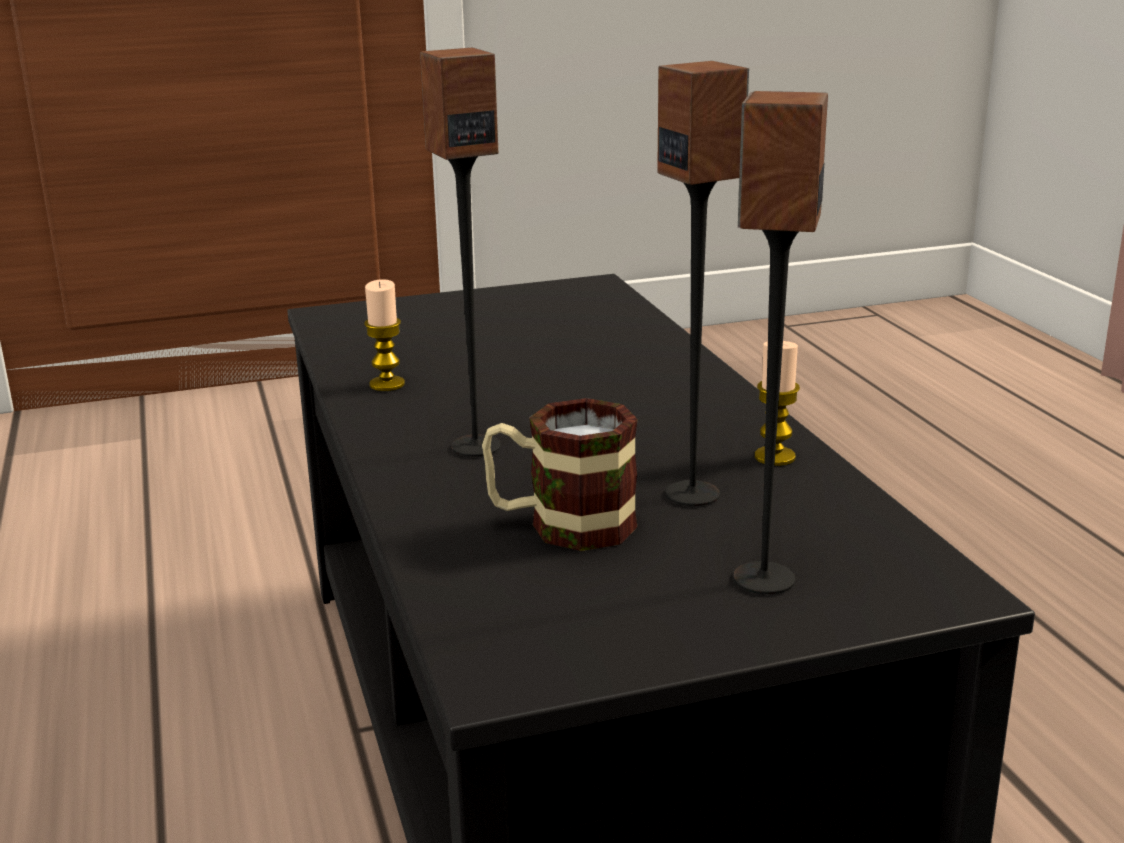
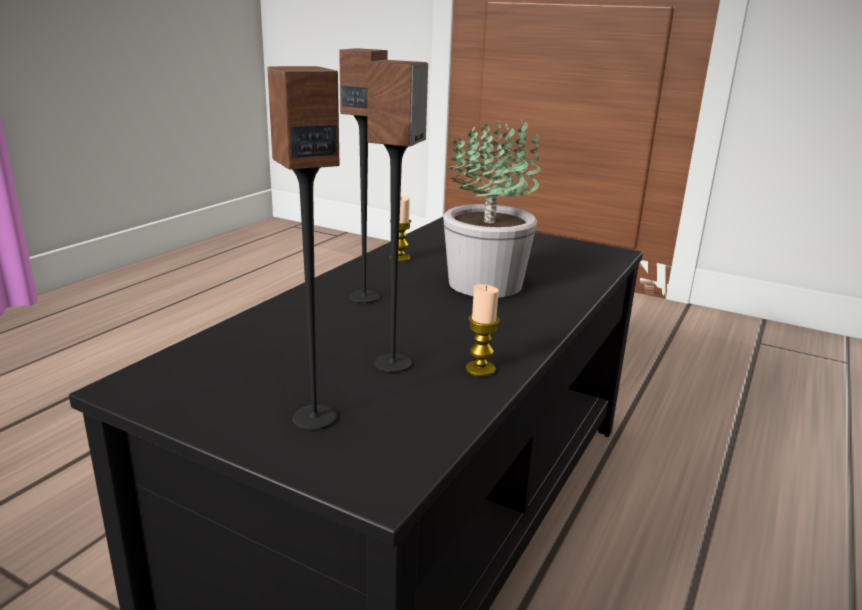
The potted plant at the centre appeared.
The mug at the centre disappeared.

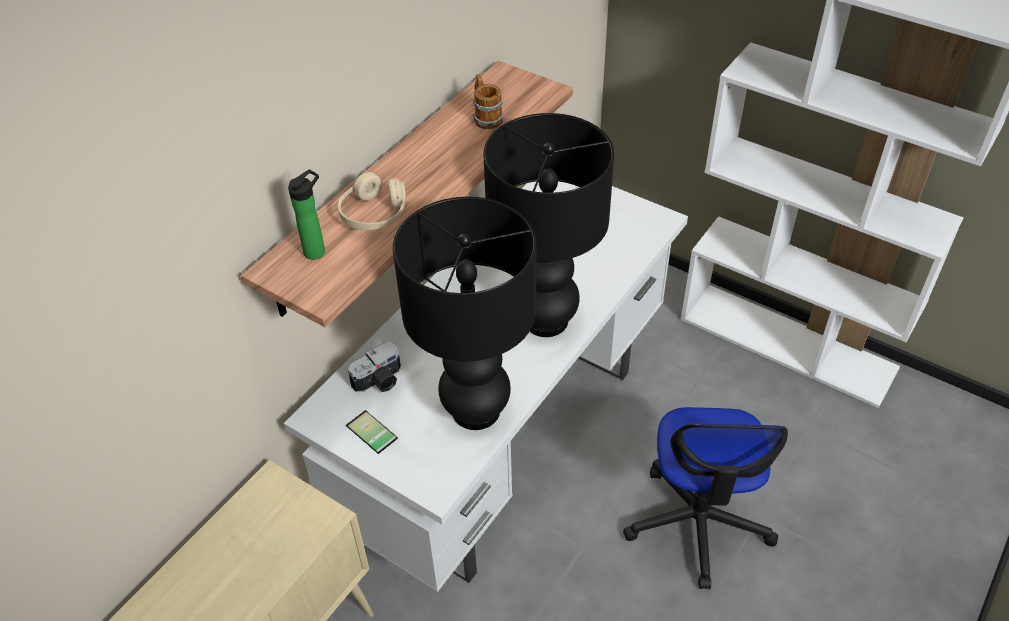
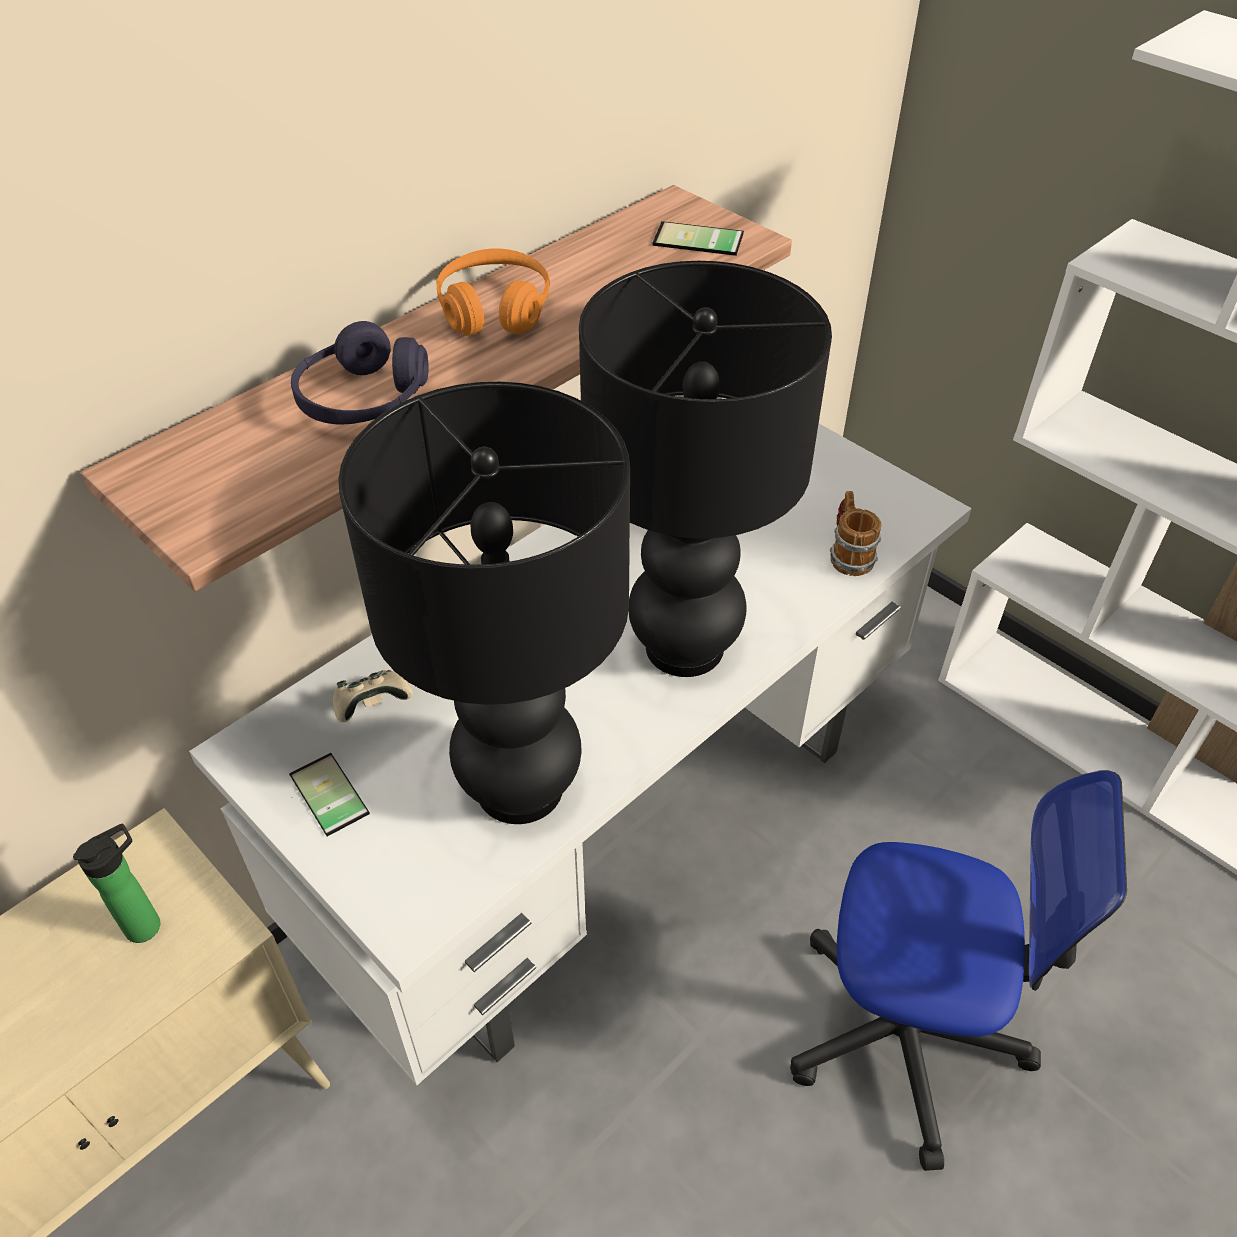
The bottle moved from the middle left to the bottom left.
The headphones/beige at the top centre became the headphones/purple at the top left.
The photo camera at the centre was replaced by the game controller/beige at the middle left.
The headphones/orange at the top centre appeared.
The phone (2nd from left) at the top centre appeared.
The office chair at the bottom right turned 90 degrees counterclockwise.
The mug moved from the top centre to the middle right.

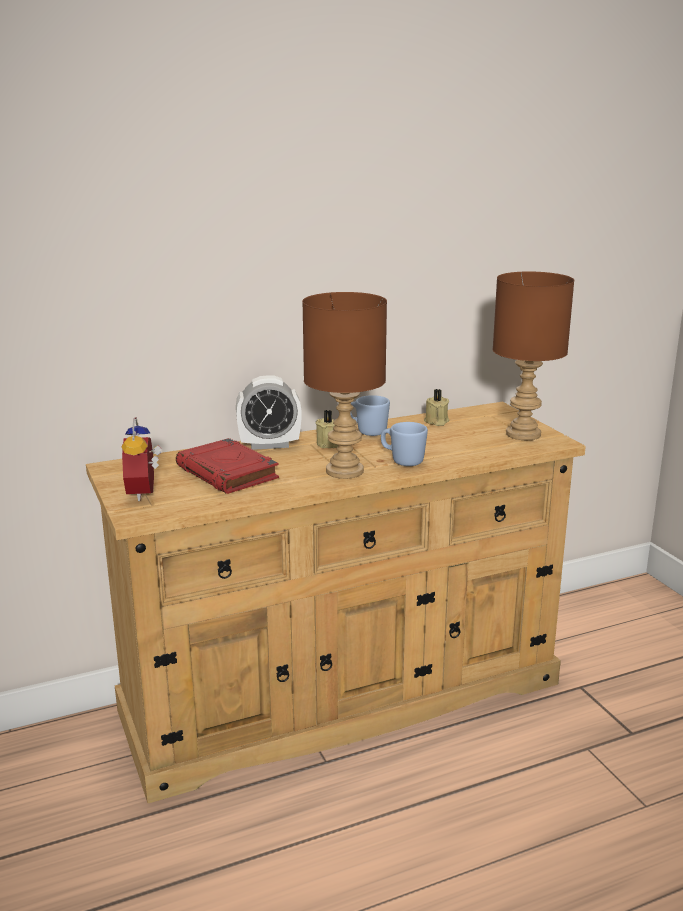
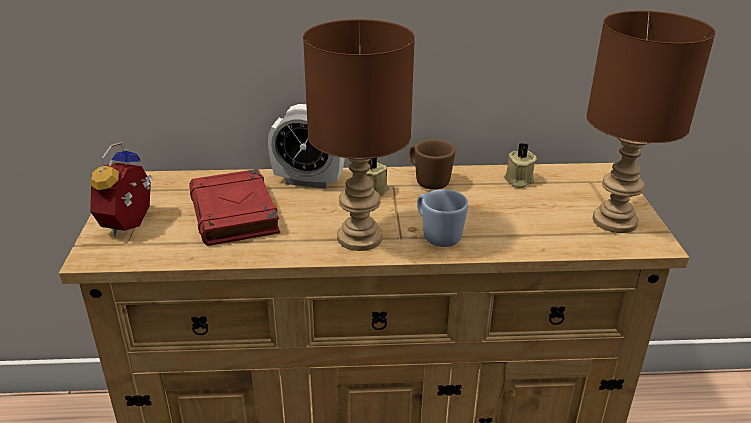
The mug/blue (1st from left) at the centre became the mug/brown at the centre.

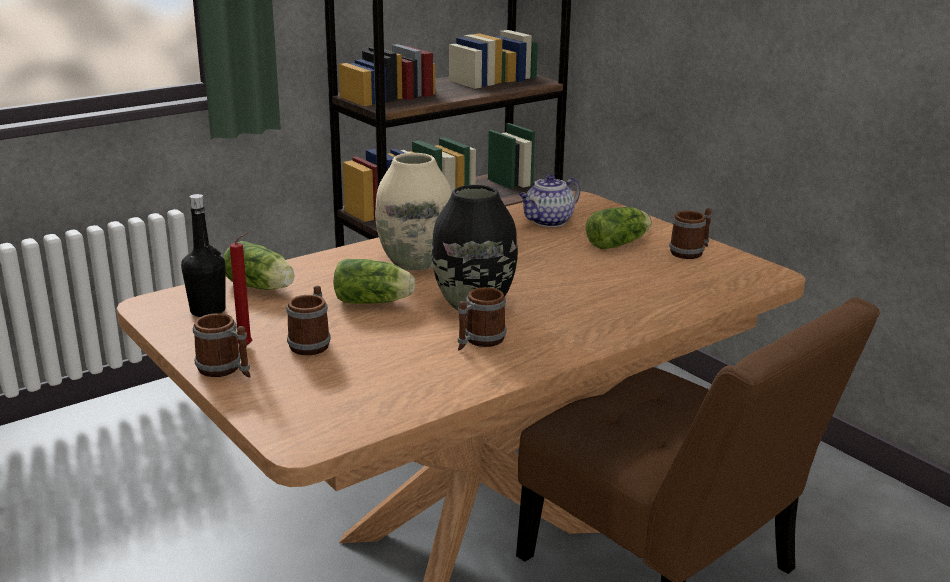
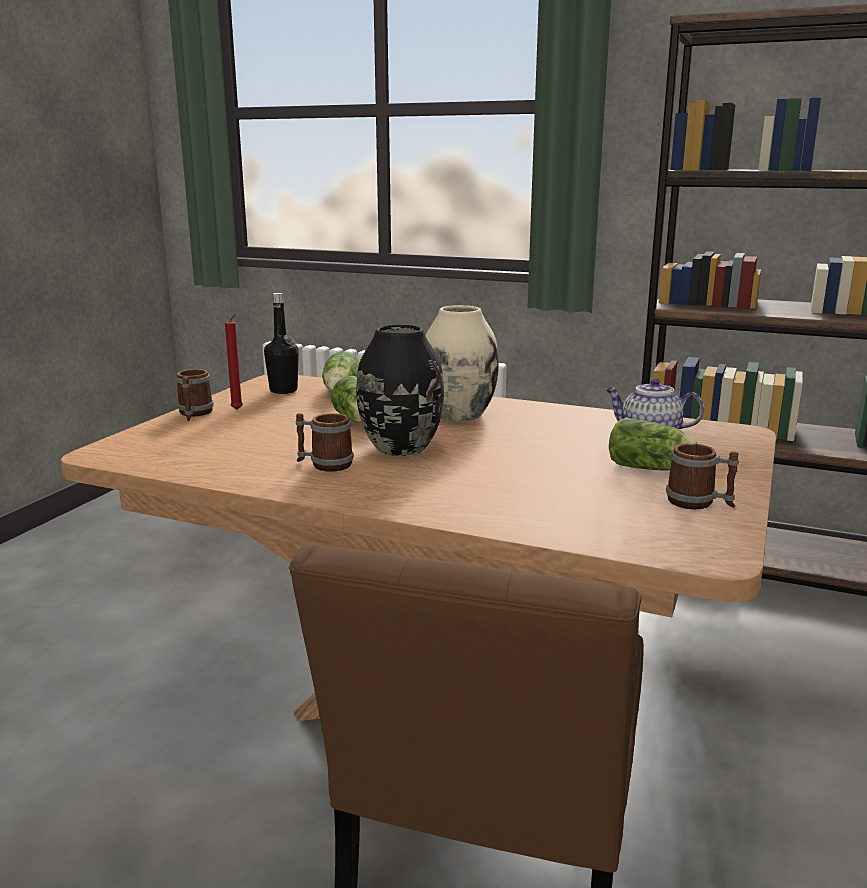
The mug (2nd from left) at the middle left disappeared.

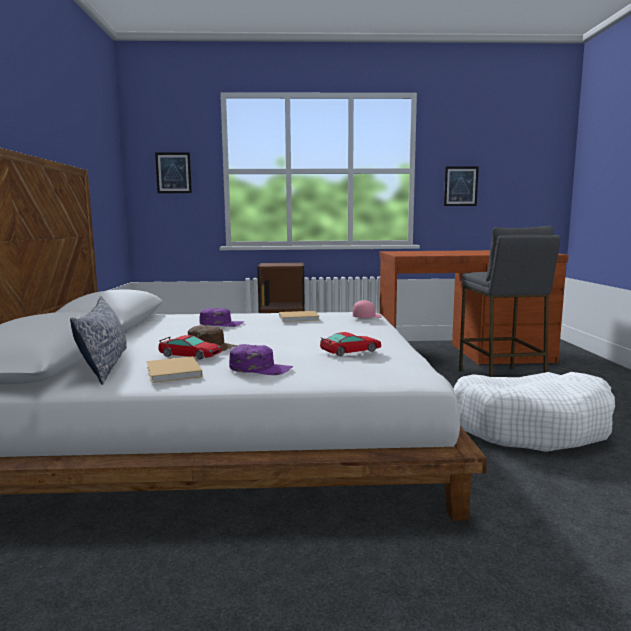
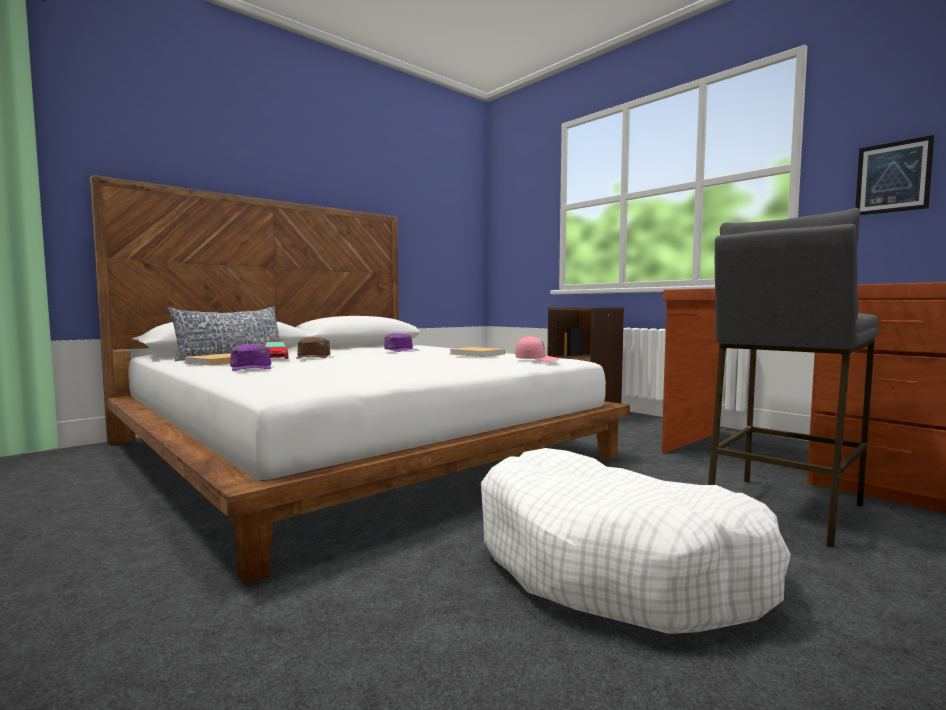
The picture (1st from left) at the top left disappeared.
The toy car (2nd from left) at the centre disappeared.

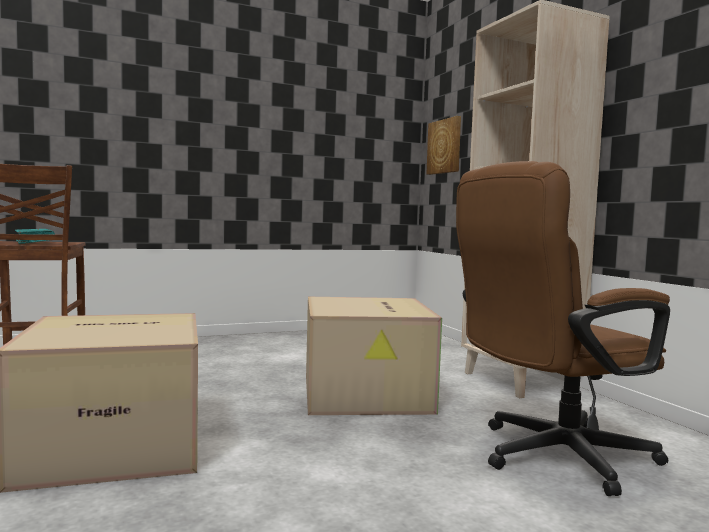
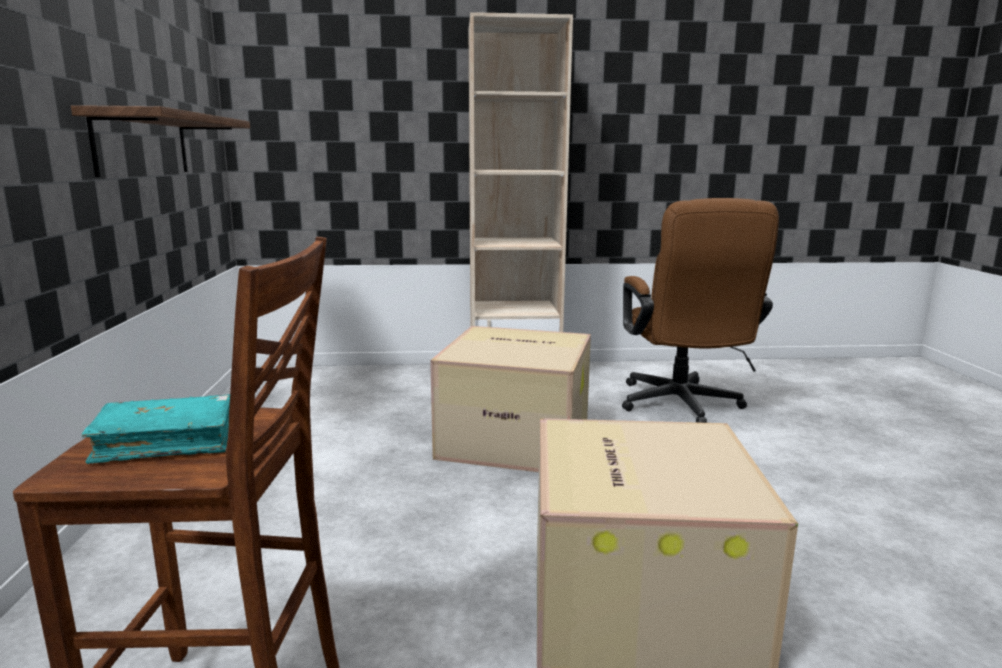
The shelf at the top left appeared.
The picture at the top centre disappeared.

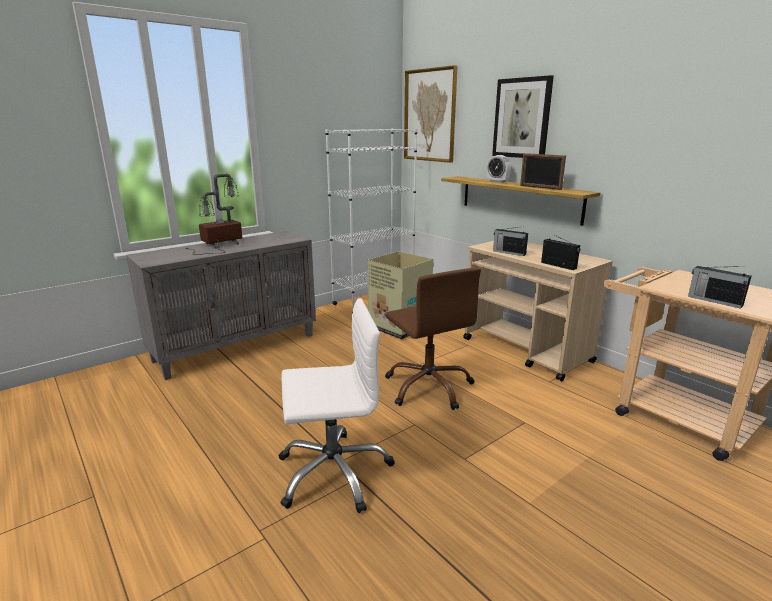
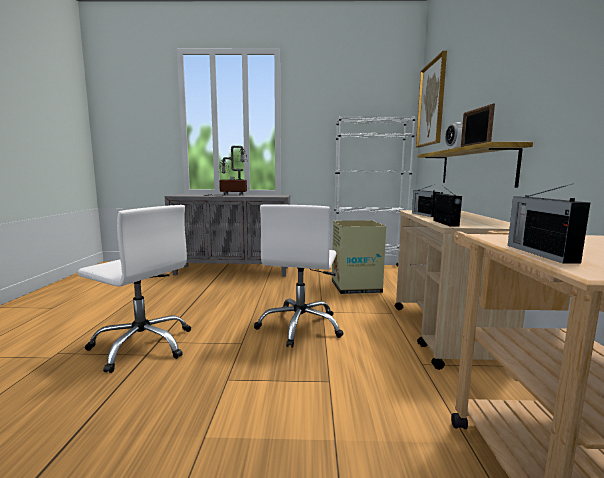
The office chair/brown at the centre became the office chair/white (2nd from left) at the centre.
The picture (2nd from left) at the top right disappeared.

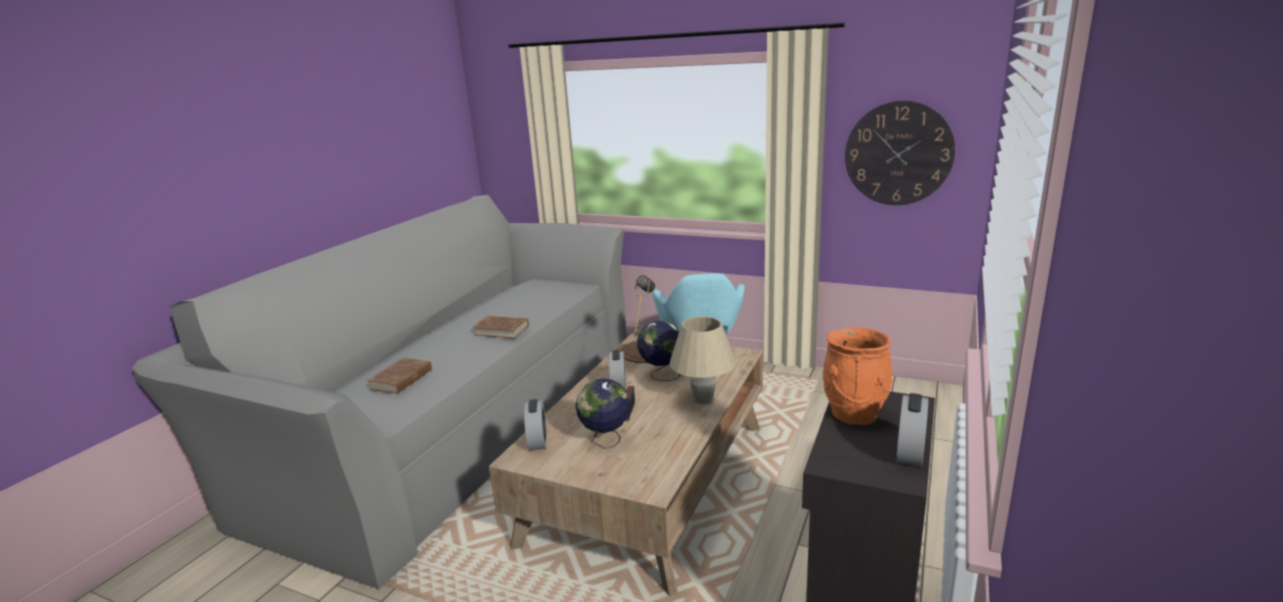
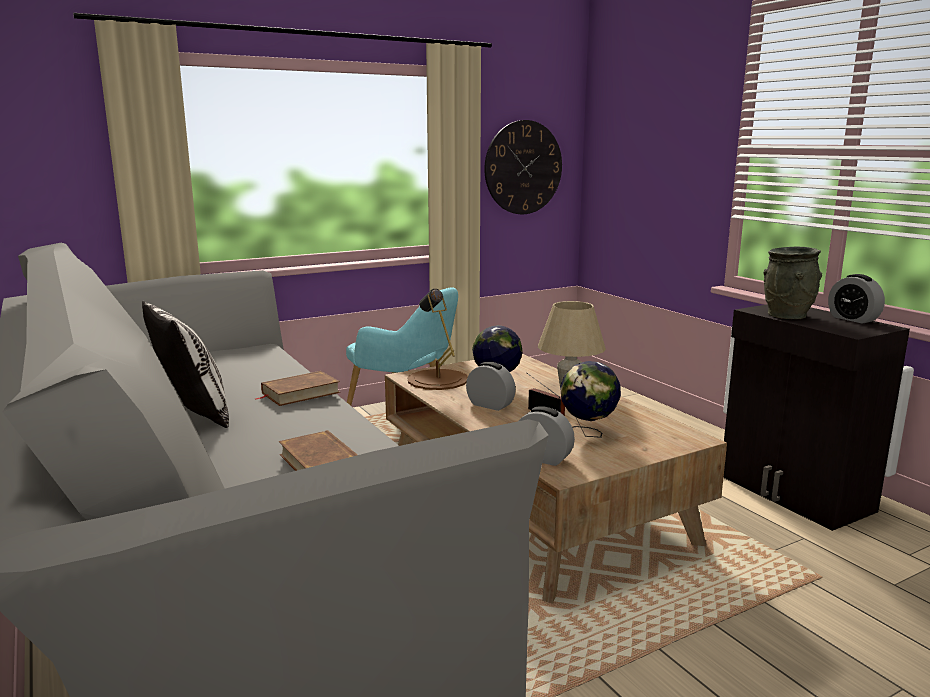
The pillow at the middle left appeared.
The vase/orange at the middle right became the vase/grey at the middle right.

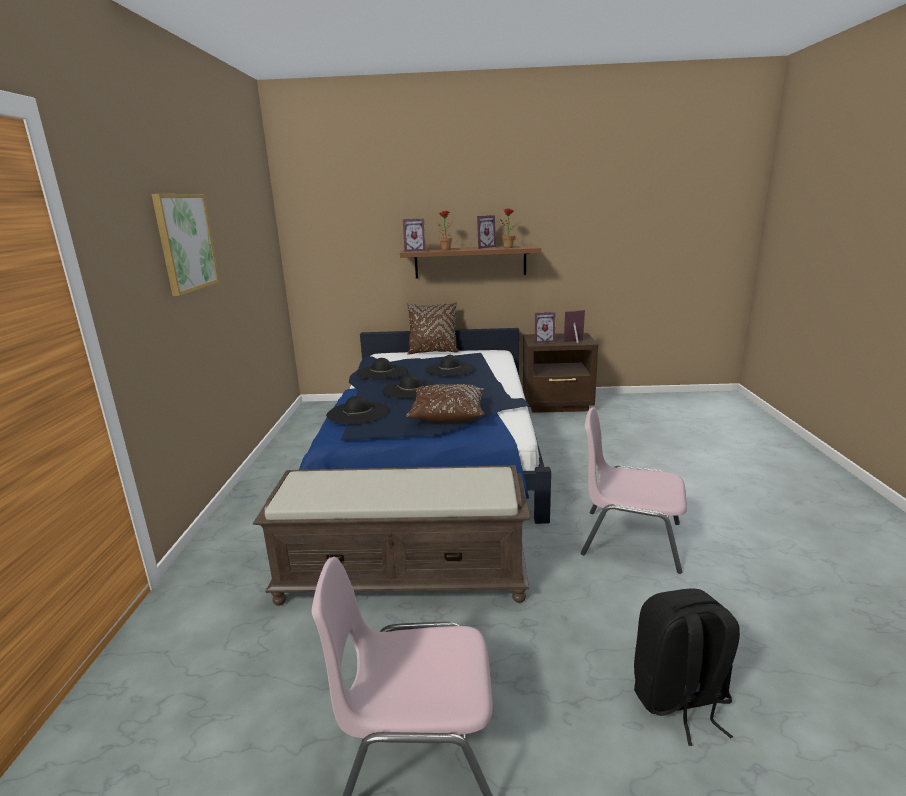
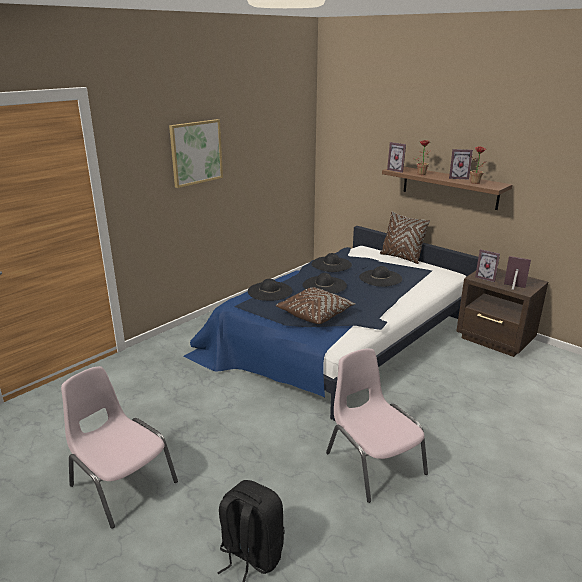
The bench/brown at the bottom centre disappeared.

